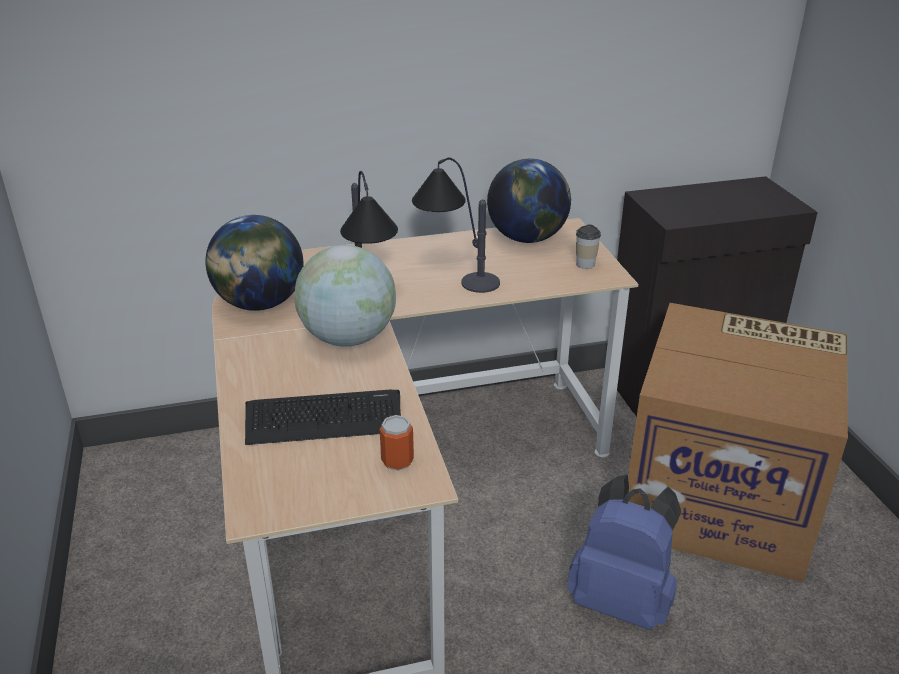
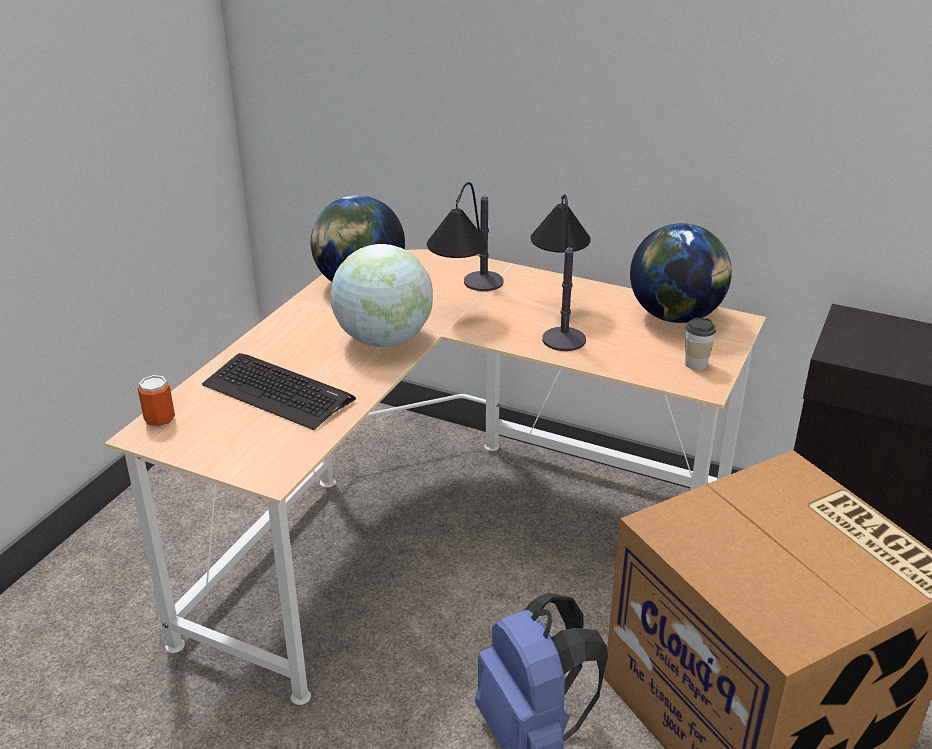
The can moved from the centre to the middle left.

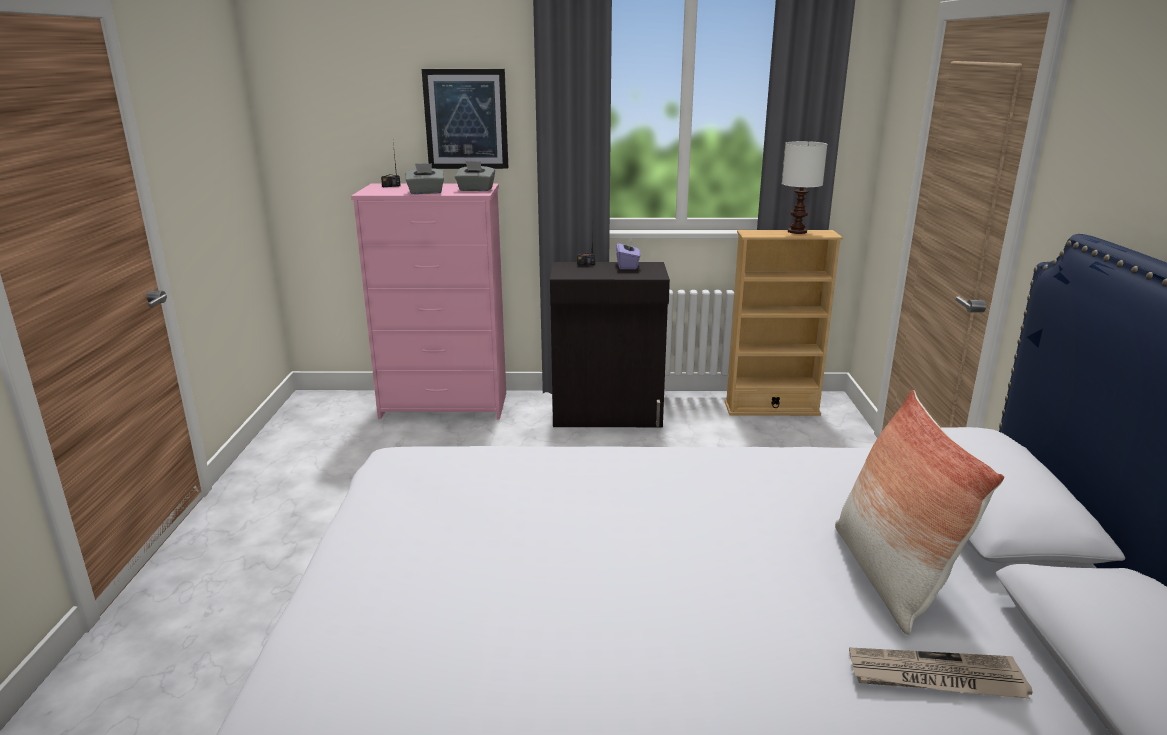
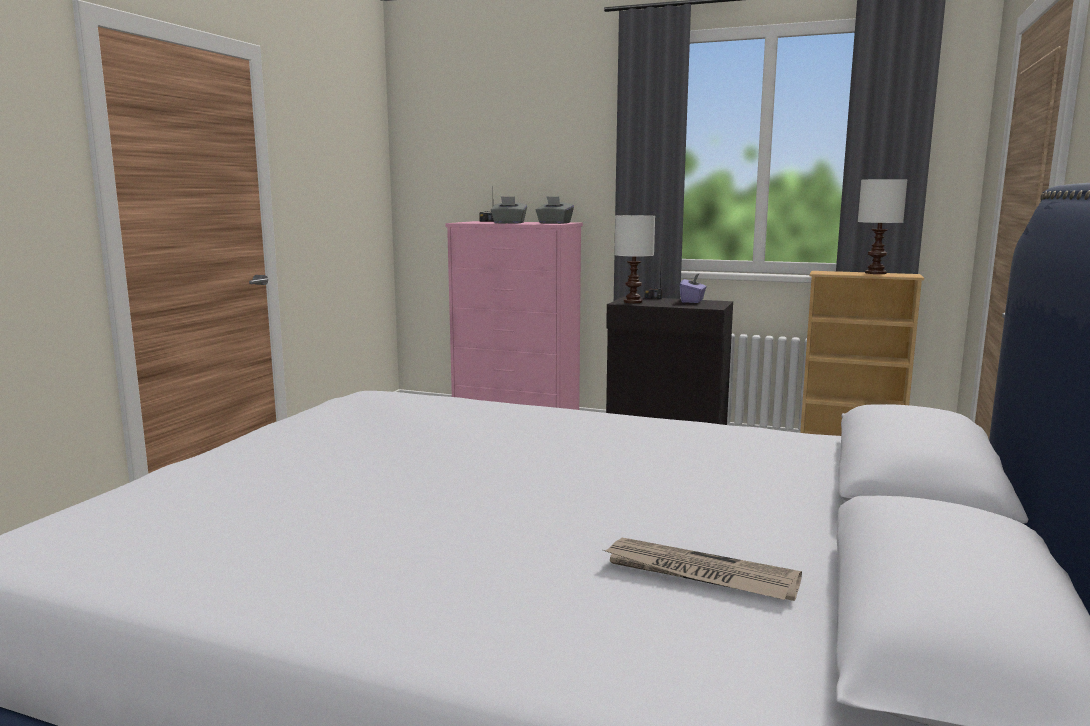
The table lamp/white (1st from left) at the centre appeared.
The picture at the top centre disappeared.
The pillow at the bottom right disappeared.

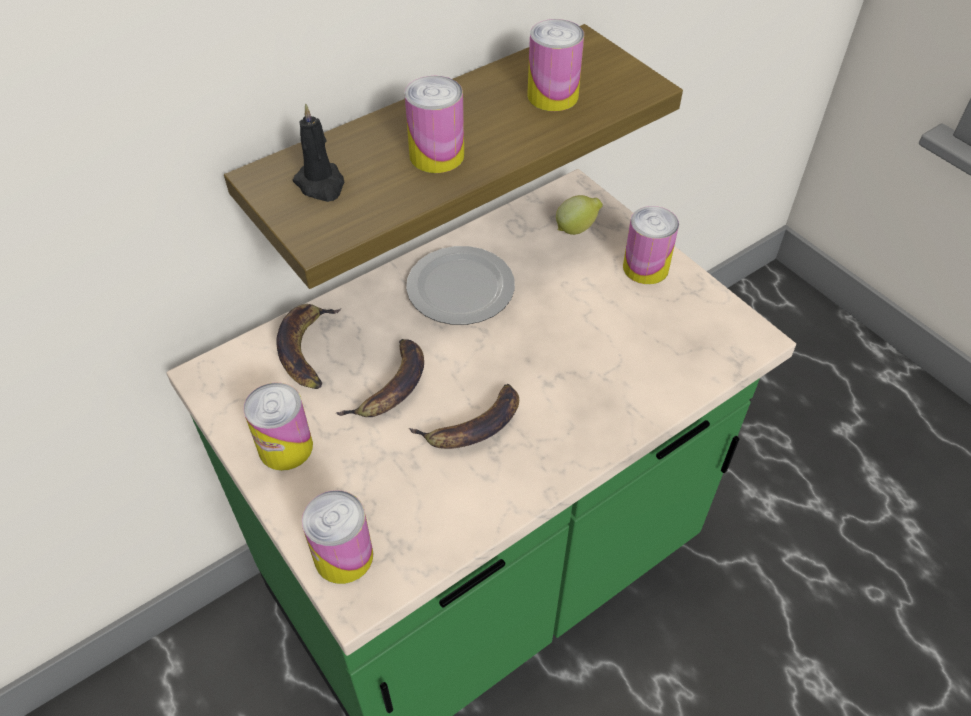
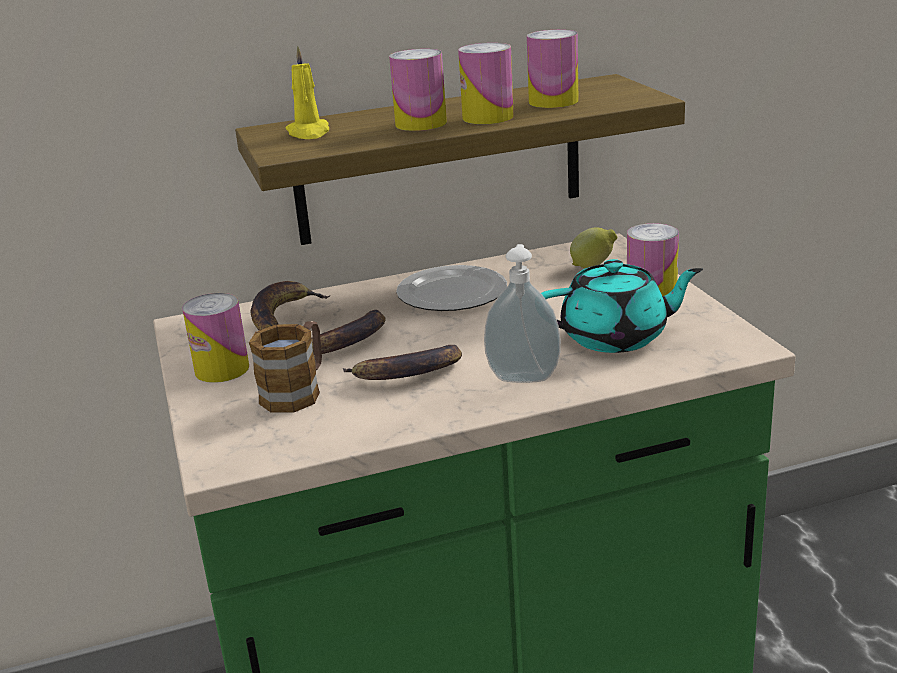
The mug at the middle left appeared.
The candle/black at the top left became the candle/yellow at the top centre.
The can (2nd from left in the first image) moved from the bottom centre to the top centre.
The soap dispenser at the centre appeared.
The teapot/turquoise at the middle right appeared.

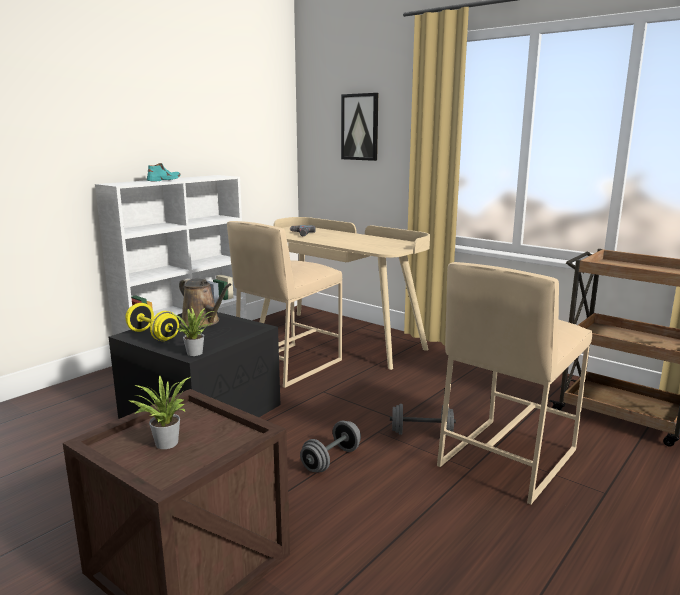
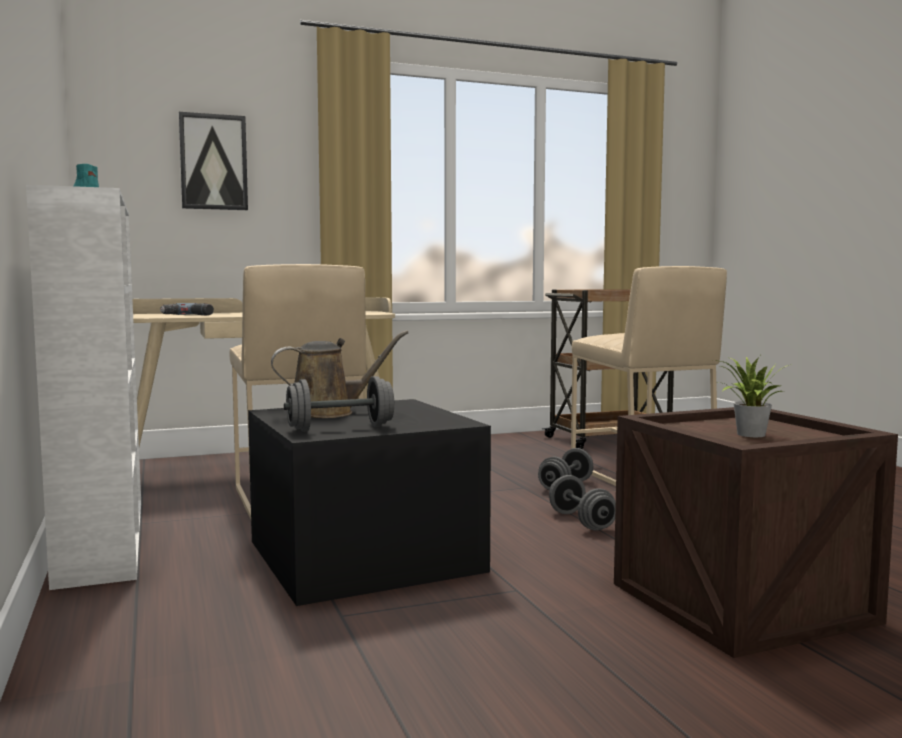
The dumbbell/yellow at the middle left became the dumbbell/grey (1st from left) at the centre.
The potted plant (2nd from left) at the middle left disappeared.

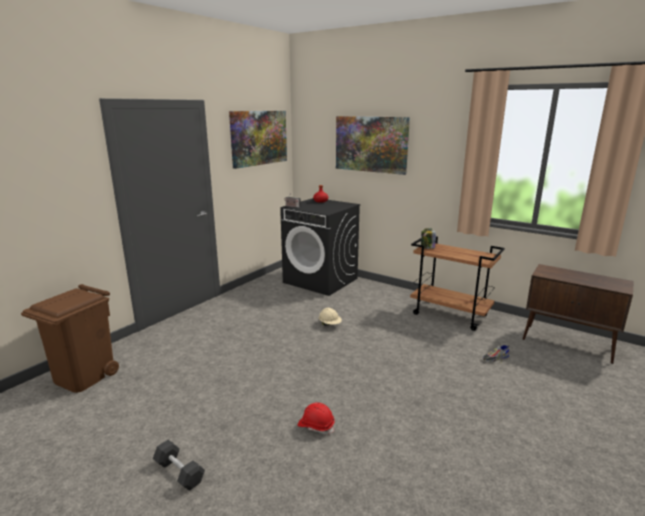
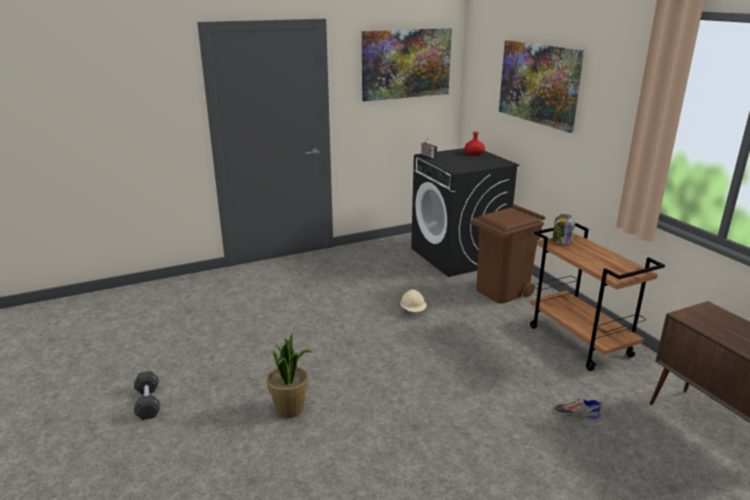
The hard hat/red at the bottom centre was replaced by the potted plant at the bottom centre.
The trash can/brown moved from the middle left to the middle right.

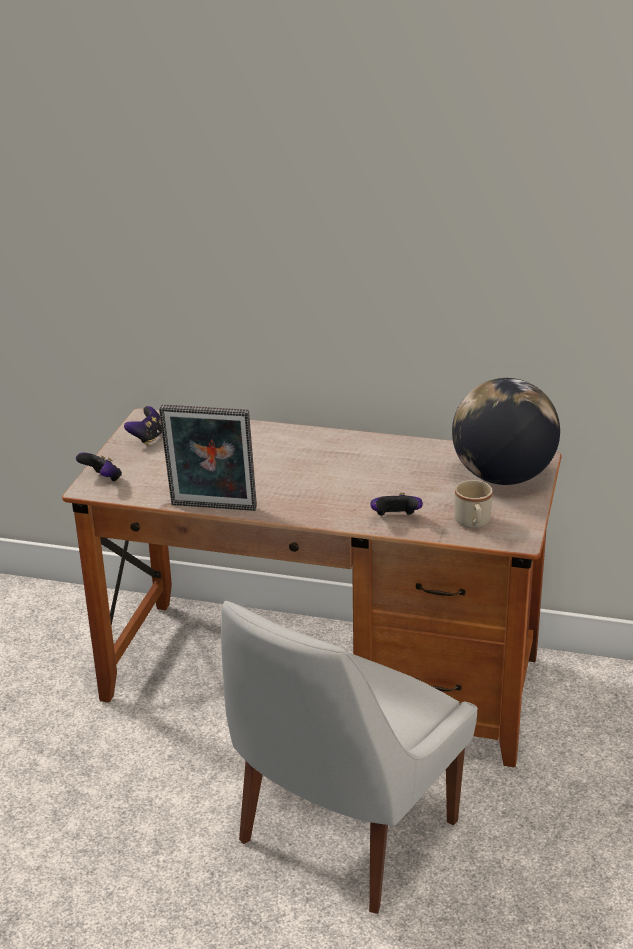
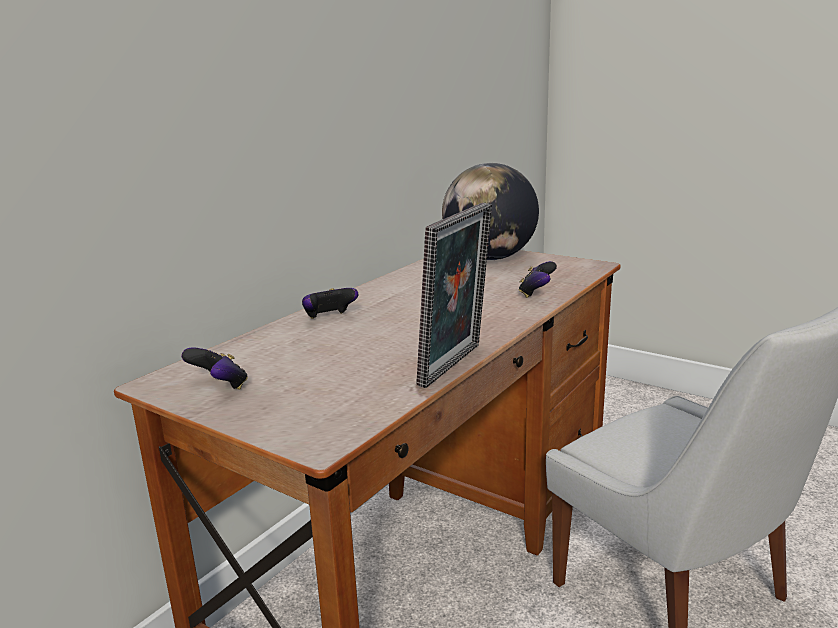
The game controller (1st from left in the first image) moved from the middle left to the centre.
The mug/beige at the middle right disappeared.

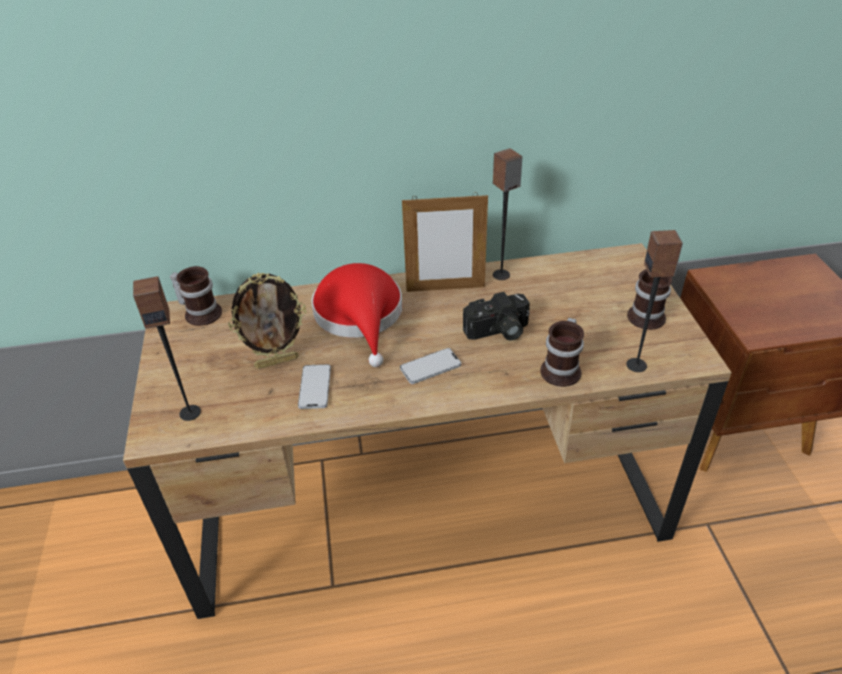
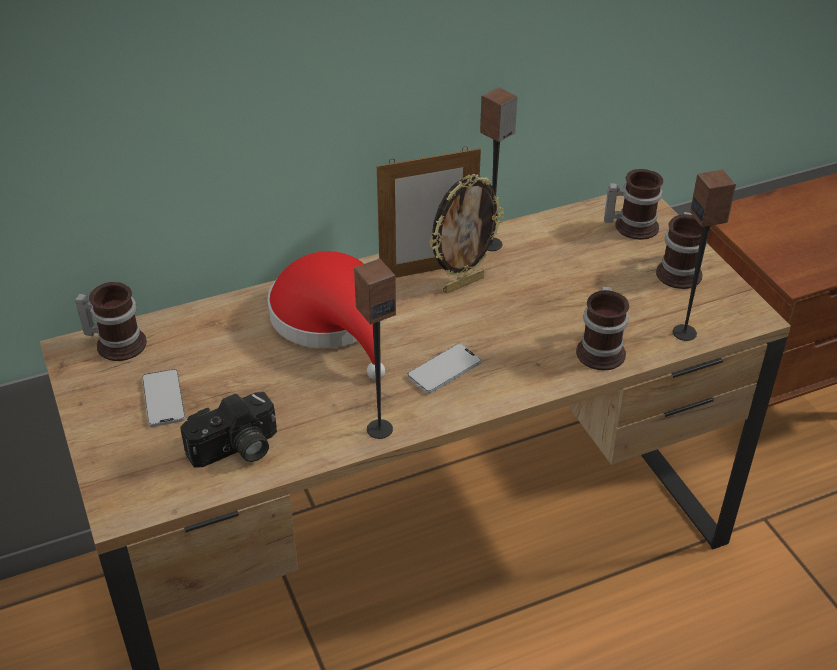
The phone (1st from left) moved from the centre to the middle left.
The photo camera moved from the centre to the middle left.
The speaker (1st from left) moved from the middle left to the centre.
The picture frame (1st from left in the first image) moved from the middle left to the centre.
The mug (3rd from left) at the top right appeared.

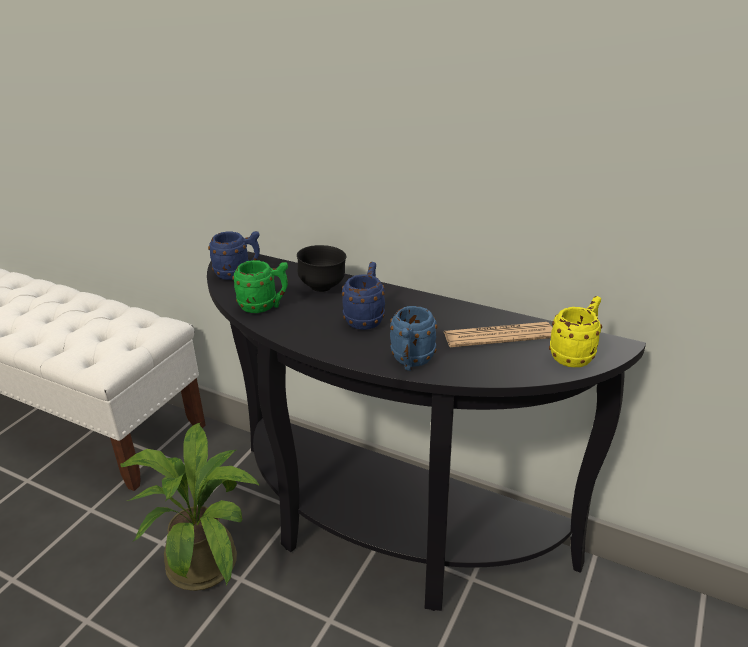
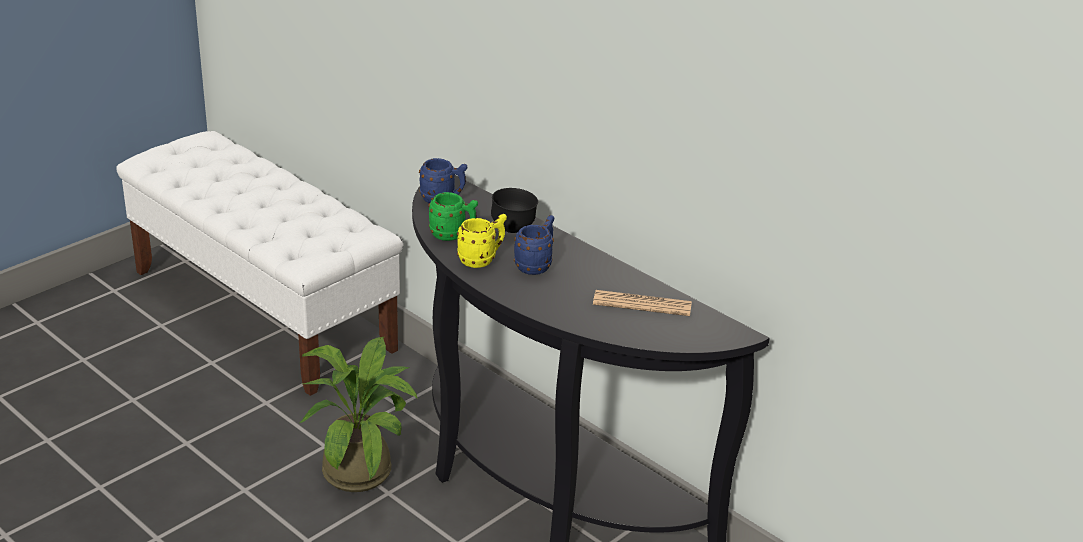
The mug/yellow moved from the middle right to the centre.
The mug/blue (3rd from left) at the centre disappeared.

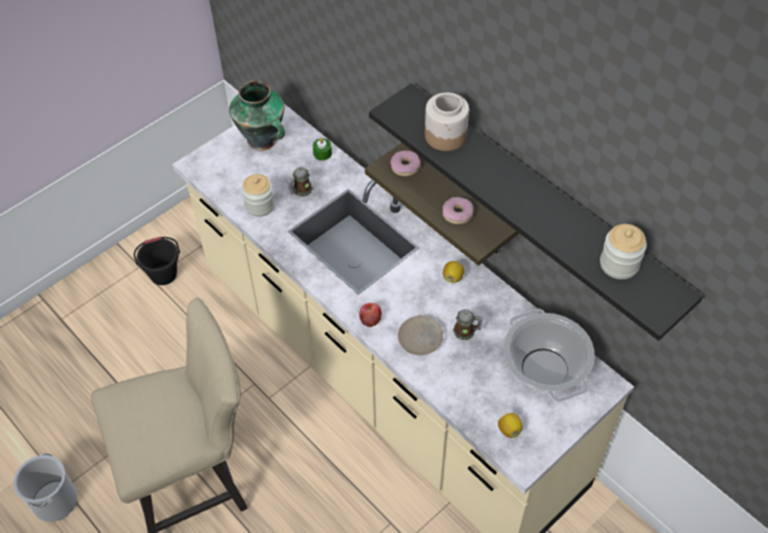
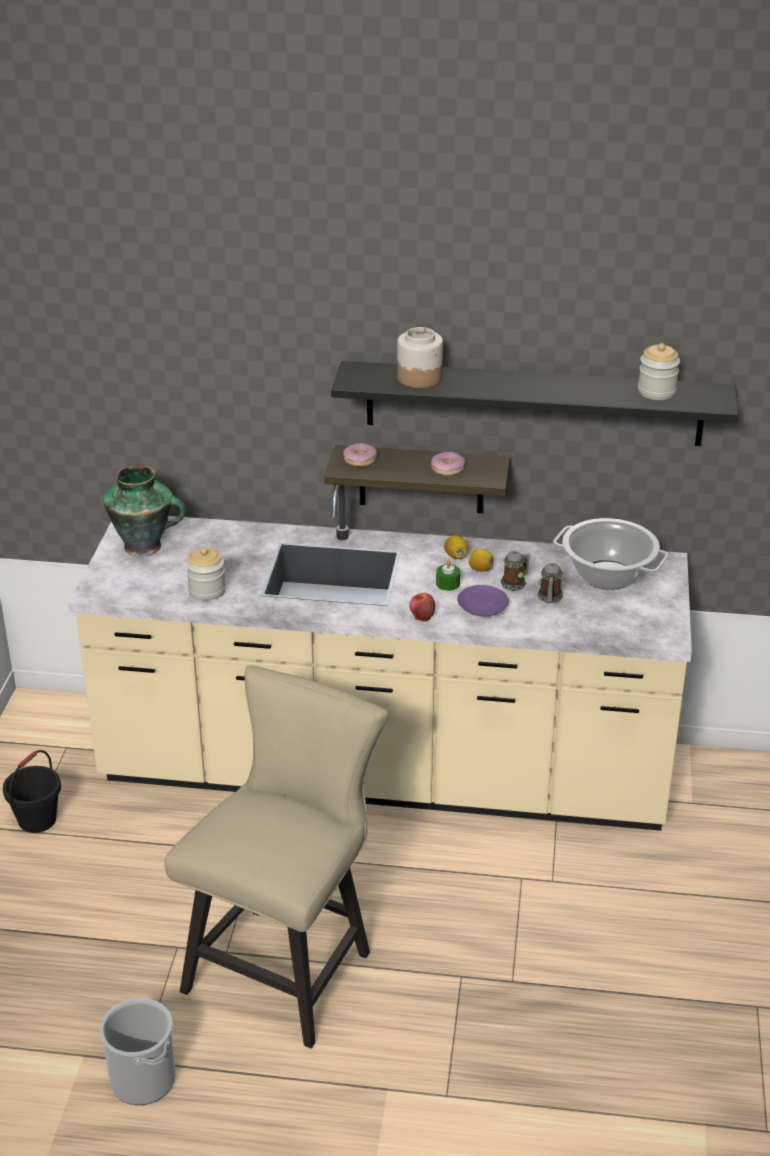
The candle/green moved from the top centre to the centre.
The plate/beige at the centre became the plate/purple at the centre.
The lemon (2nd from left) moved from the bottom centre to the centre.
The mug (1st from left in the first image) moved from the centre to the middle right.

